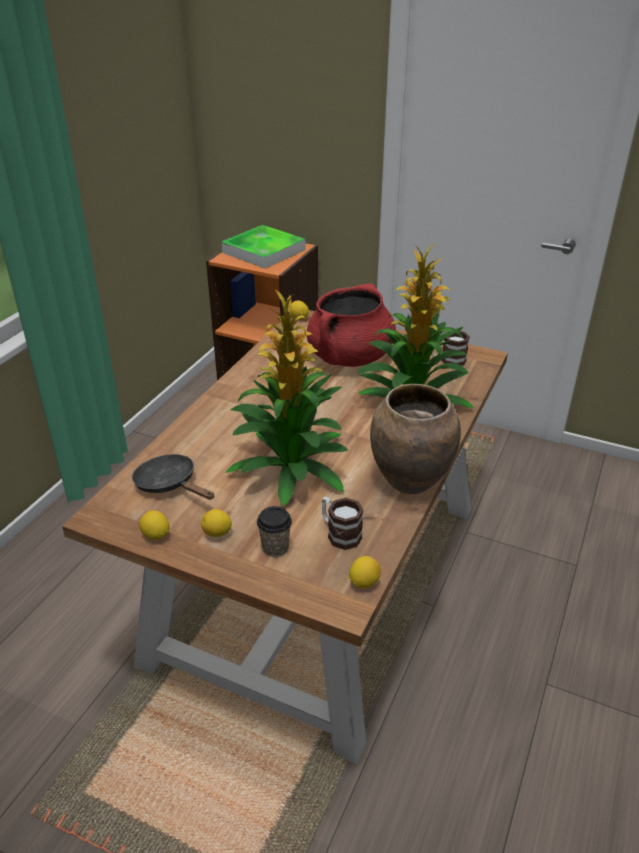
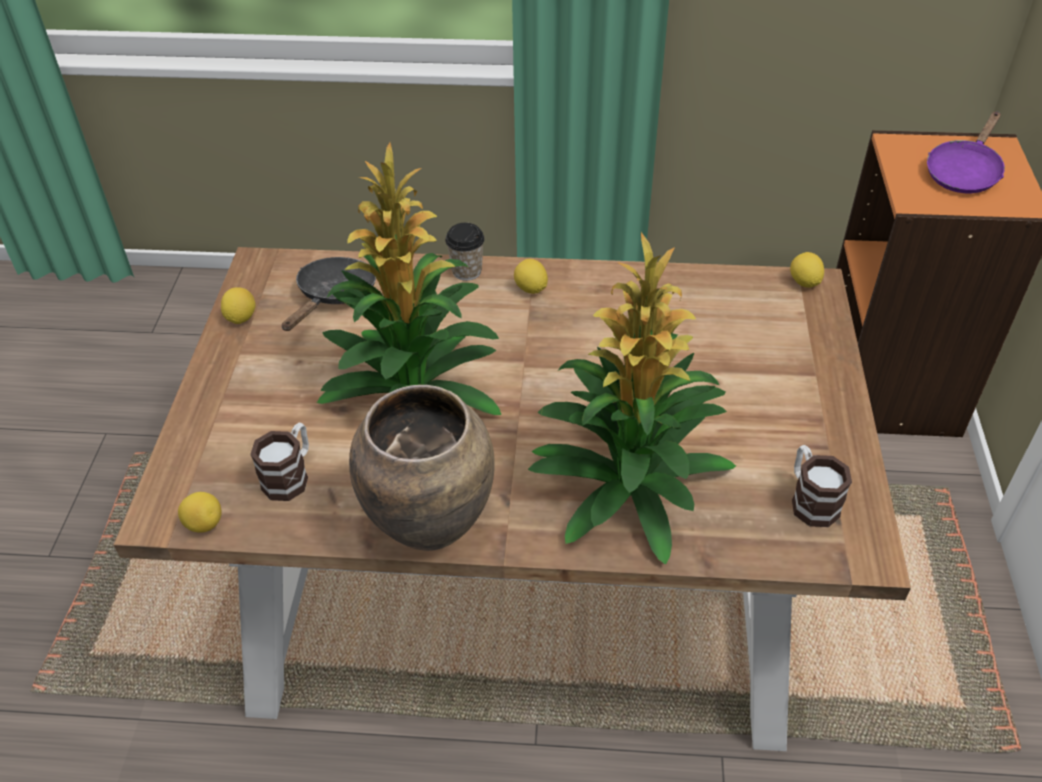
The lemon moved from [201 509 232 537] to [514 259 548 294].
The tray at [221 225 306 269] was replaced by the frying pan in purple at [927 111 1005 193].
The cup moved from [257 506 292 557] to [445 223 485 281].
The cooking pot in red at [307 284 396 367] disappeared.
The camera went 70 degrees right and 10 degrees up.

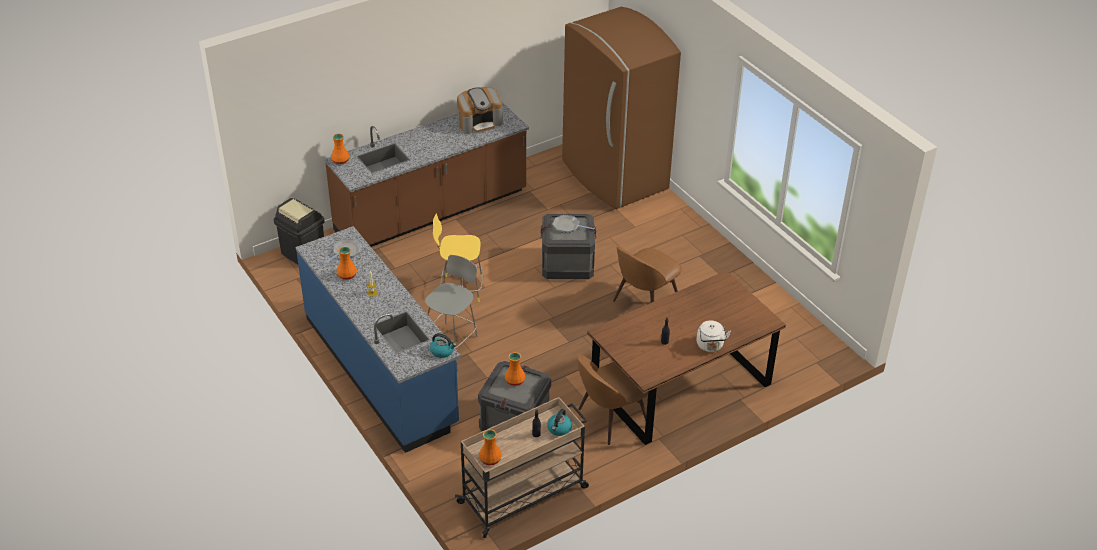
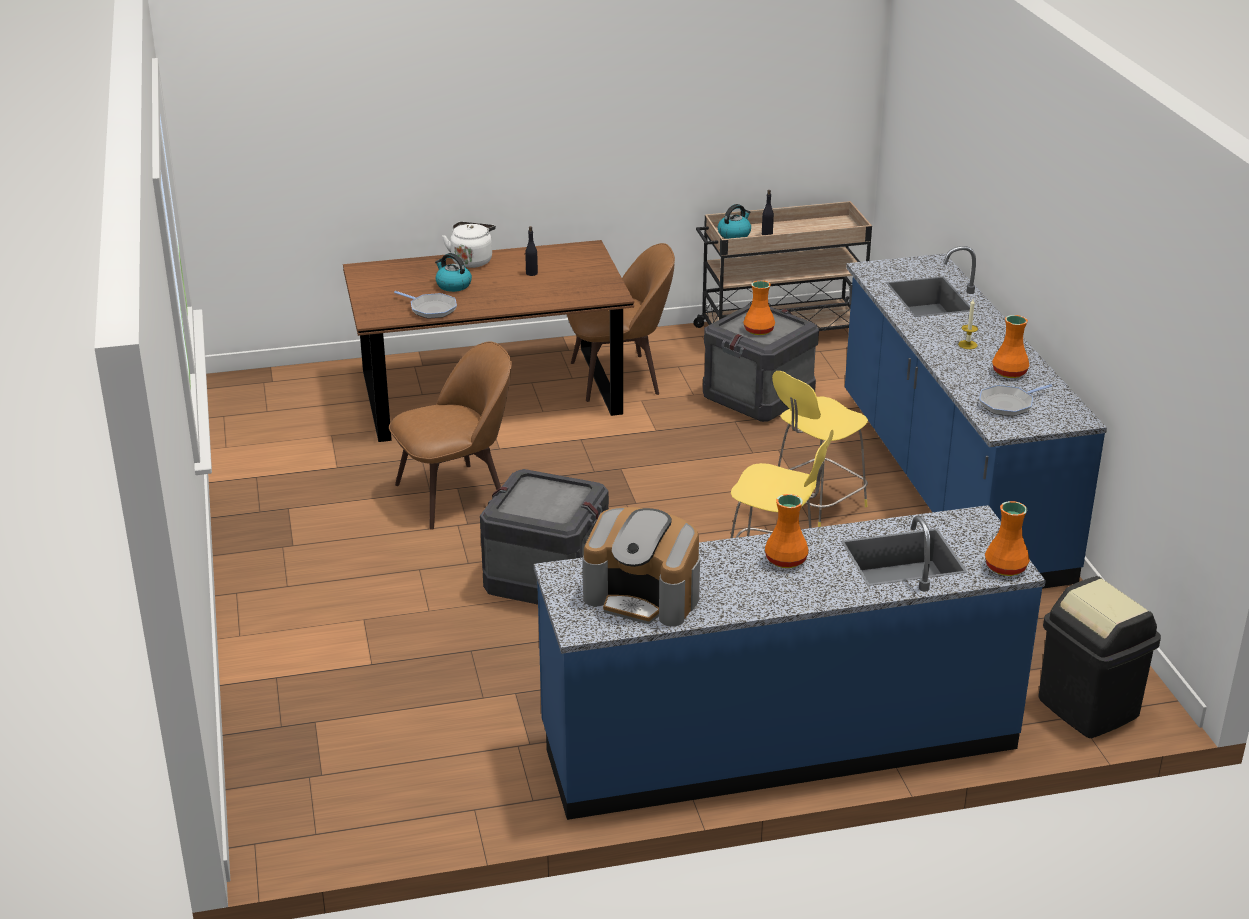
The counter in brown at [324 101 529 247] became the counter in blue at [534 505 1046 820].
The stool in grey at [425 255 478 349] became the stool in yellow at [772 371 868 527].
The kettle moved from [430 333 457 358] to [435 253 472 292].
The coffee machine at [457 87 503 134] turned 150 degrees counterclockwise.
The vase in orange moved from [479 429 502 465] to [765 494 808 568].
The frying pan moved from [553 215 594 233] to [394 291 457 319].
The fridge in brown at [562 7 681 209] disappeared.
The camera went 160 degrees left and 10 degrees down.

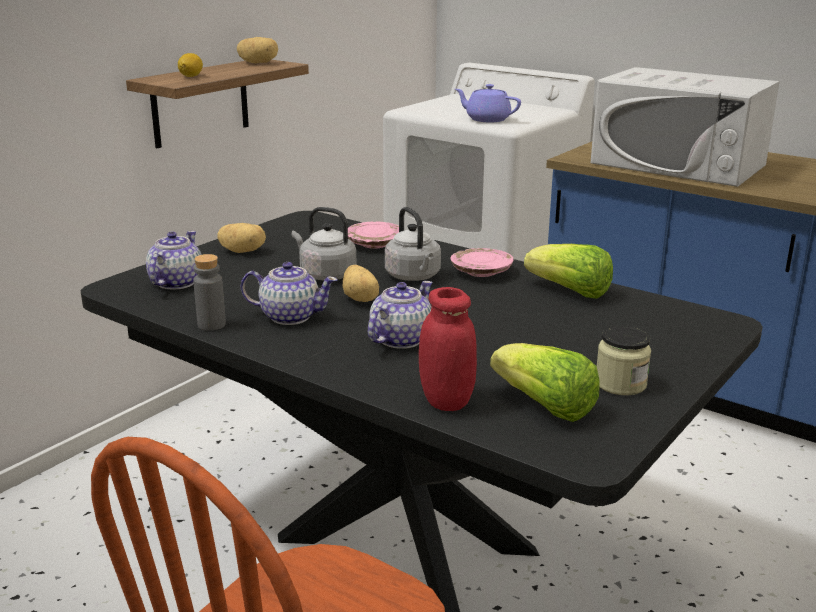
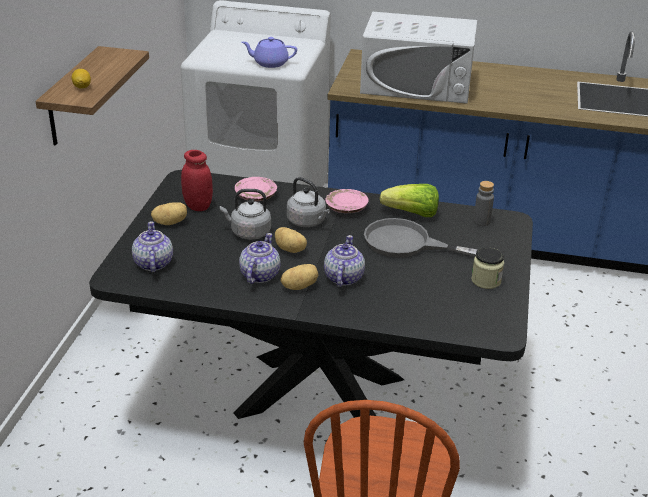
The bottle in grey moved from [193 254 226 331] to [473 181 494 226].
The potato moved from [237 37 278 63] to [281 264 318 290].
The teapot at [241 262 338 325] turned 60 degrees counterclockwise.
The jar in red moved from [419 287 477 411] to [181 150 213 211].
The lettuce at [490 343 600 422] disappeared.
The frying pan in grey at [364 218 478 258] appeared.
The camera went 25 degrees left and 10 degrees up.

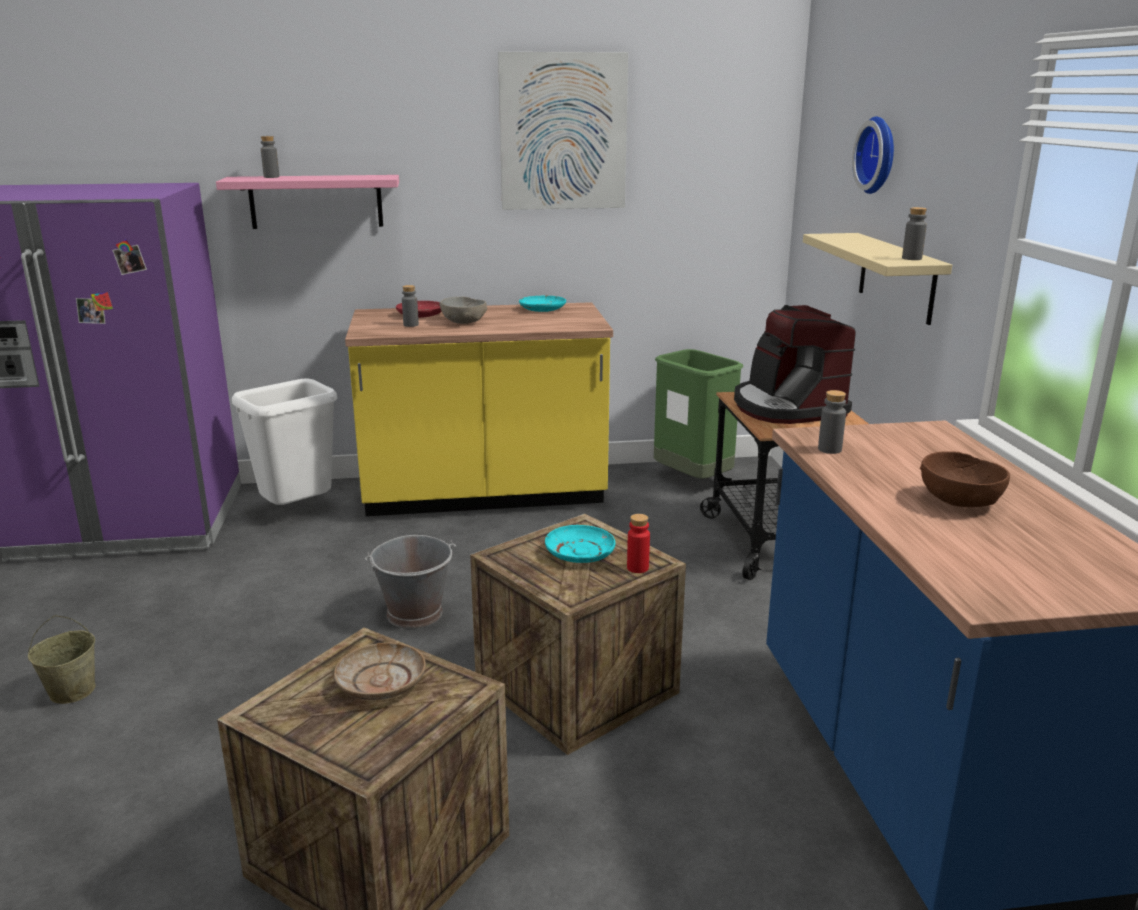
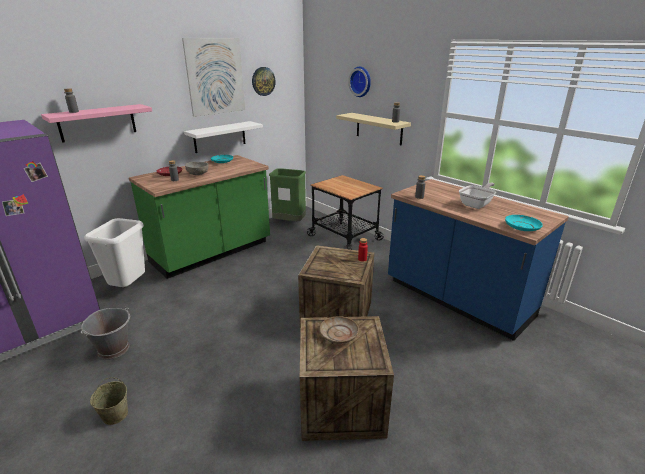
The counter in yellow at [345 302 613 516] became the counter in green at [129 155 270 279].
The bucket in grey moved from [365 535 456 629] to [80 308 130 360].
The plate in turquoise moved from [545 525 616 563] to [505 215 543 231].
The coffee machine at [734 305 856 424] disappeared.
The bowl in brown at [920 451 1010 507] was replaced by the frying pan at [459 183 496 209].
The shelf in white at [184 121 263 153] appeared.
The wall clock at [252 67 276 96] appeared.
The camera went 35 degrees left and 5 degrees up.

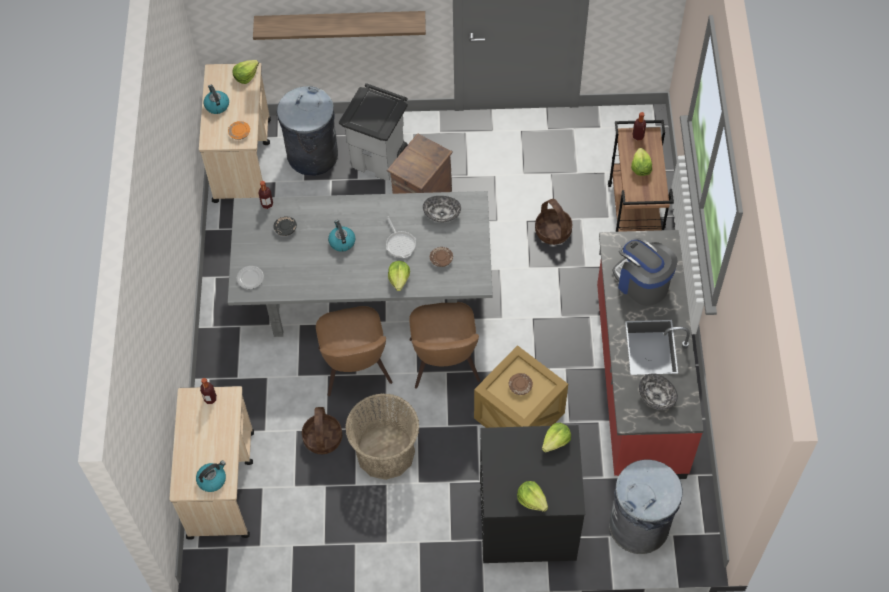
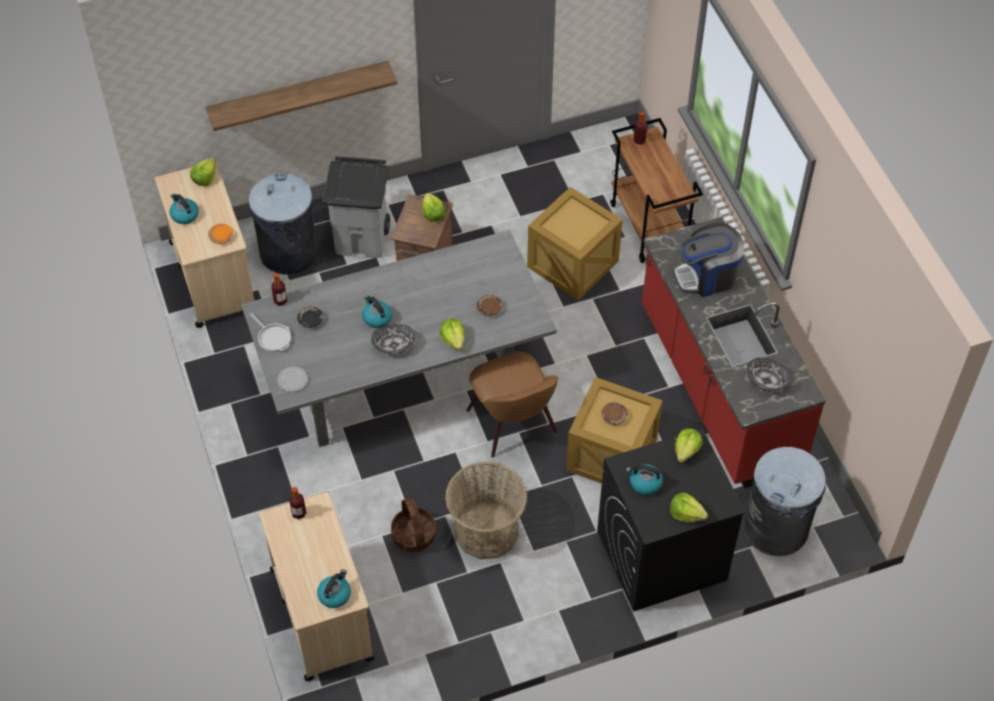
The chair in brown at [316 306 393 396] disappeared.
The frying pan moved from [386 216 416 258] to [249 313 291 352].
The bowl moved from [423 196 461 222] to [371 324 415 354].
The basket at [535 199 573 245] was replaced by the crate at [527 187 622 300].
The coffee machine at [612 238 678 306] turned 45 degrees counterclockwise.
The lettuce moved from [631 148 652 176] to [422 193 446 222].
The kettle at [626 464 663 495] appeared.
The camera went 20 degrees left and 5 degrees down.

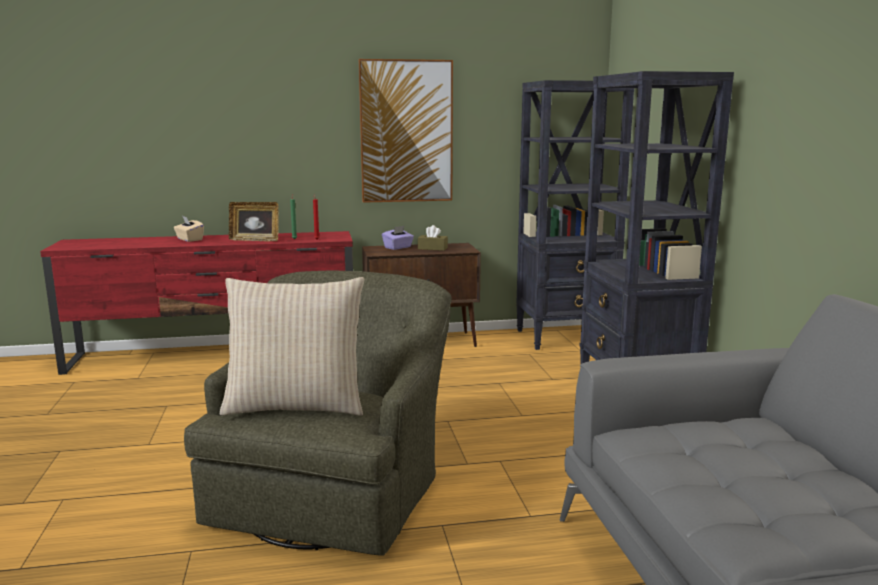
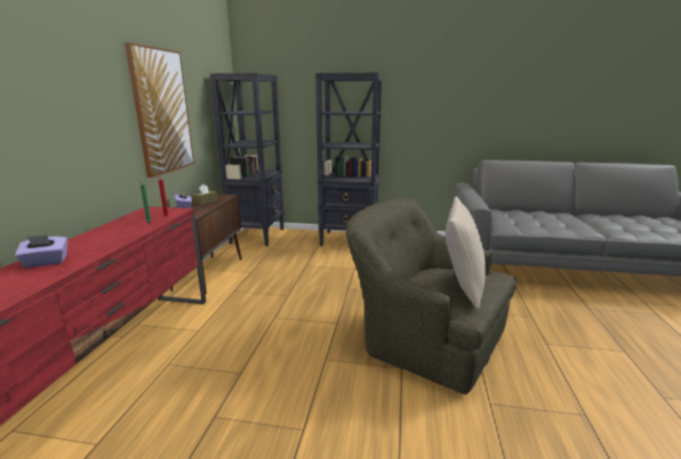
The tissue box in beige at [174 216 204 242] became the tissue box in purple at [15 235 67 268].
The picture frame at [229 202 279 242] disappeared.
The camera went 70 degrees left and 5 degrees up.

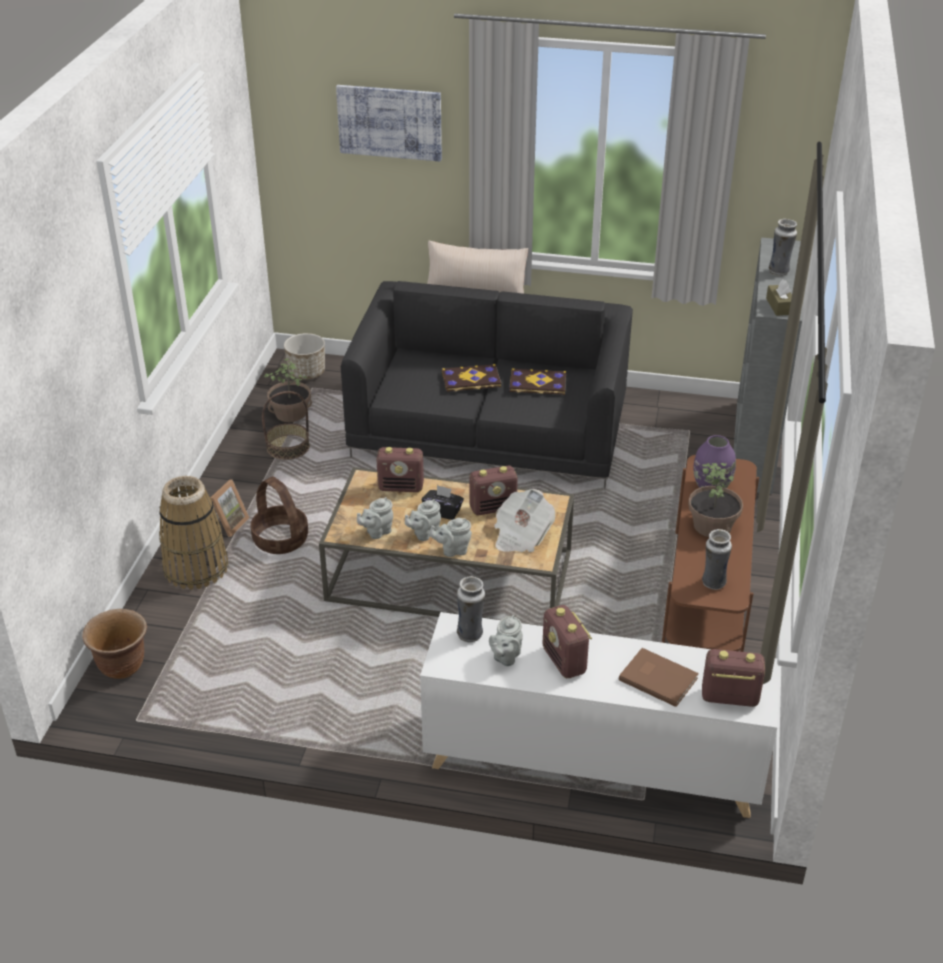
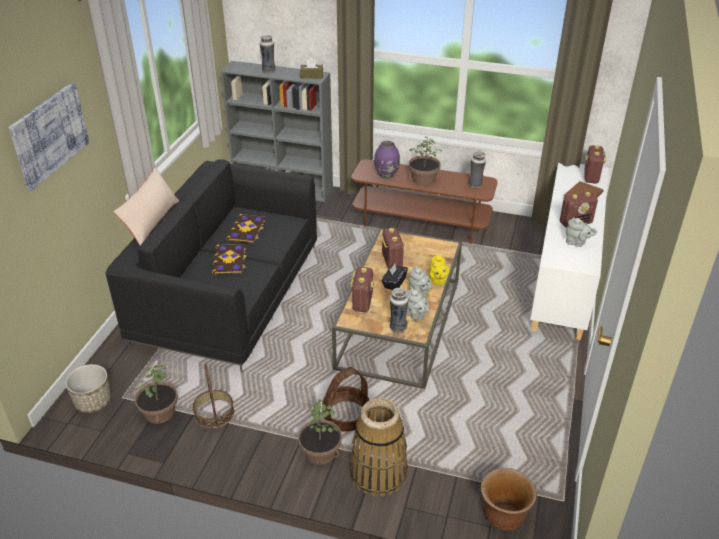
The picture frame at [211 479 249 537] was replaced by the potted plant at [298 399 342 465].
The teapot in grey at [429 518 472 557] became the teapot in yellow at [430 254 449 285].
The vase moved from [457 576 485 642] to [389 288 409 333].
The newspaper at [494 489 556 552] disappeared.
The camera went 85 degrees left and 0 degrees up.

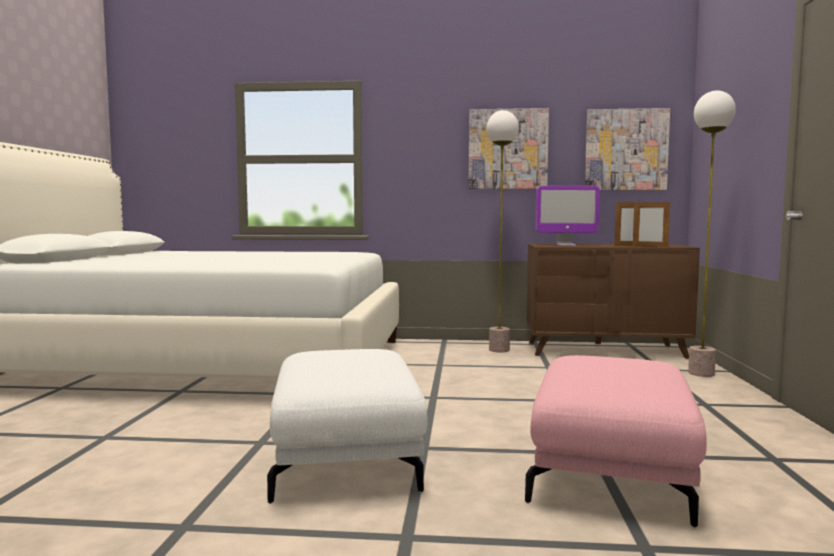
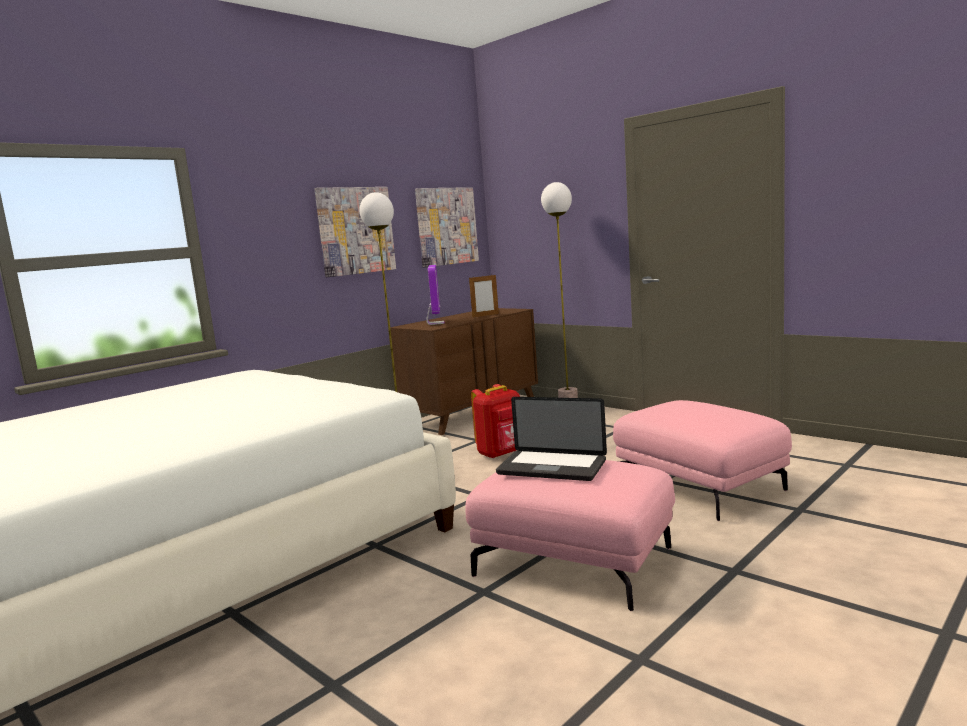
The ottoman in white at [267 349 428 504] became the ottoman in pink at [465 460 675 611].
The monitor at [535 186 600 246] turned 45 degrees counterclockwise.
The picture frame at [633 201 670 247] disappeared.
The backpack in red at [471 384 520 459] appeared.
The laptop at [496 397 607 481] appeared.
The camera went 50 degrees left and 5 degrees up.

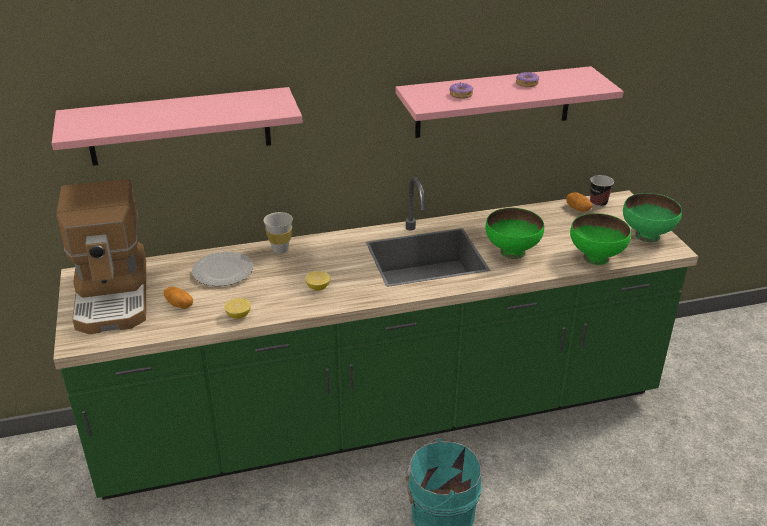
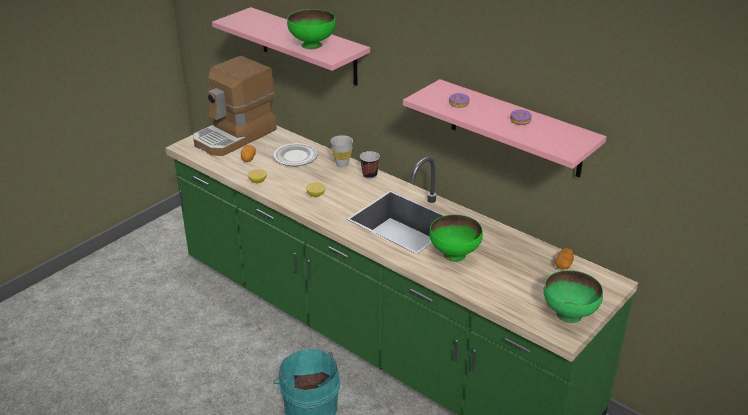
The bowl in green moved from [570 213 631 265] to [287 9 336 49].
The cup moved from [590 175 614 207] to [360 151 380 179].
The camera went 55 degrees right and 0 degrees up.

